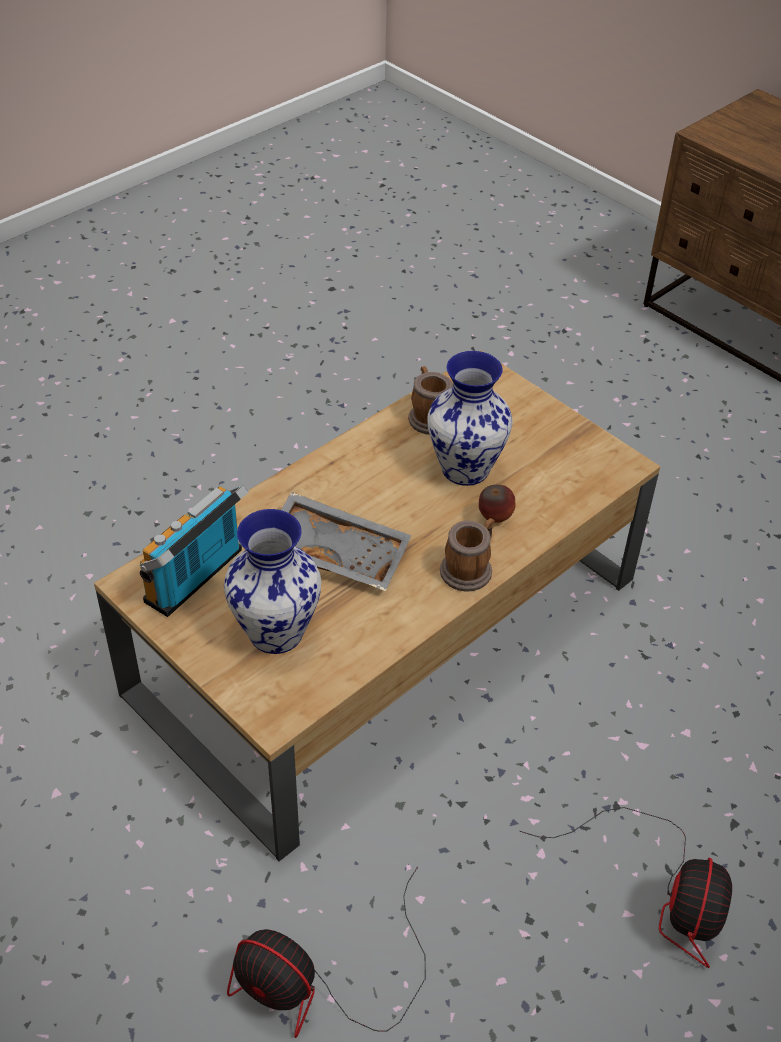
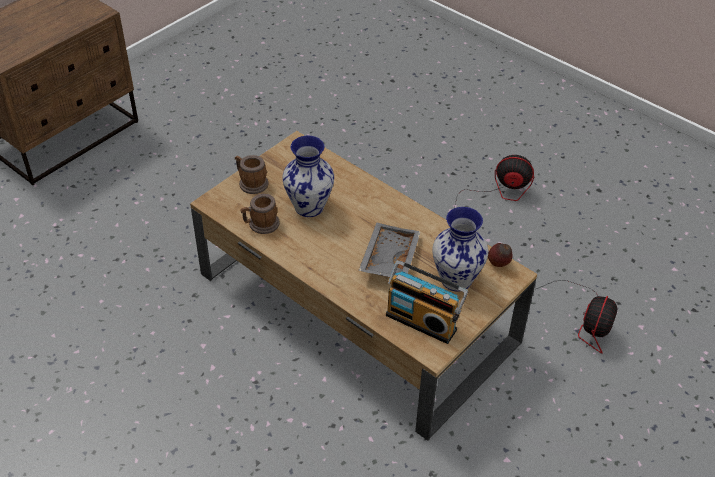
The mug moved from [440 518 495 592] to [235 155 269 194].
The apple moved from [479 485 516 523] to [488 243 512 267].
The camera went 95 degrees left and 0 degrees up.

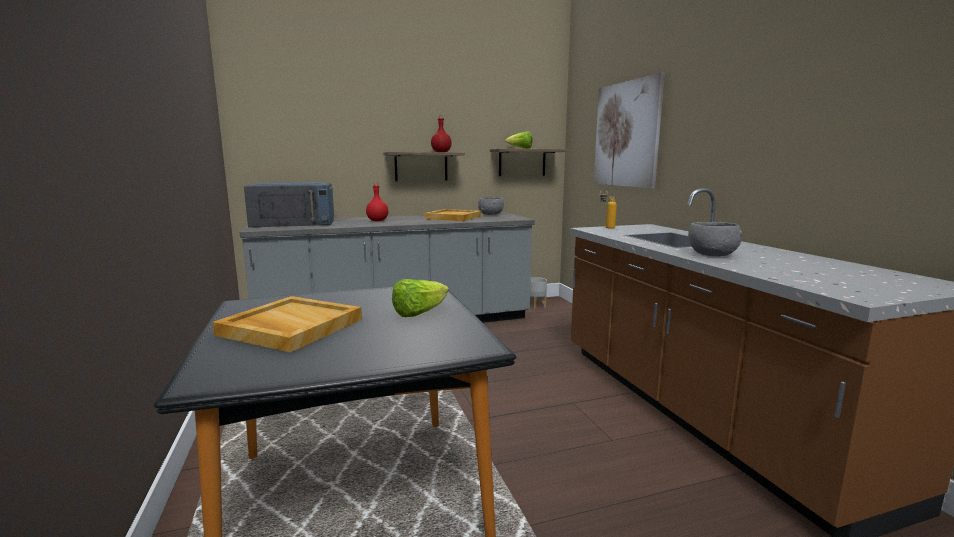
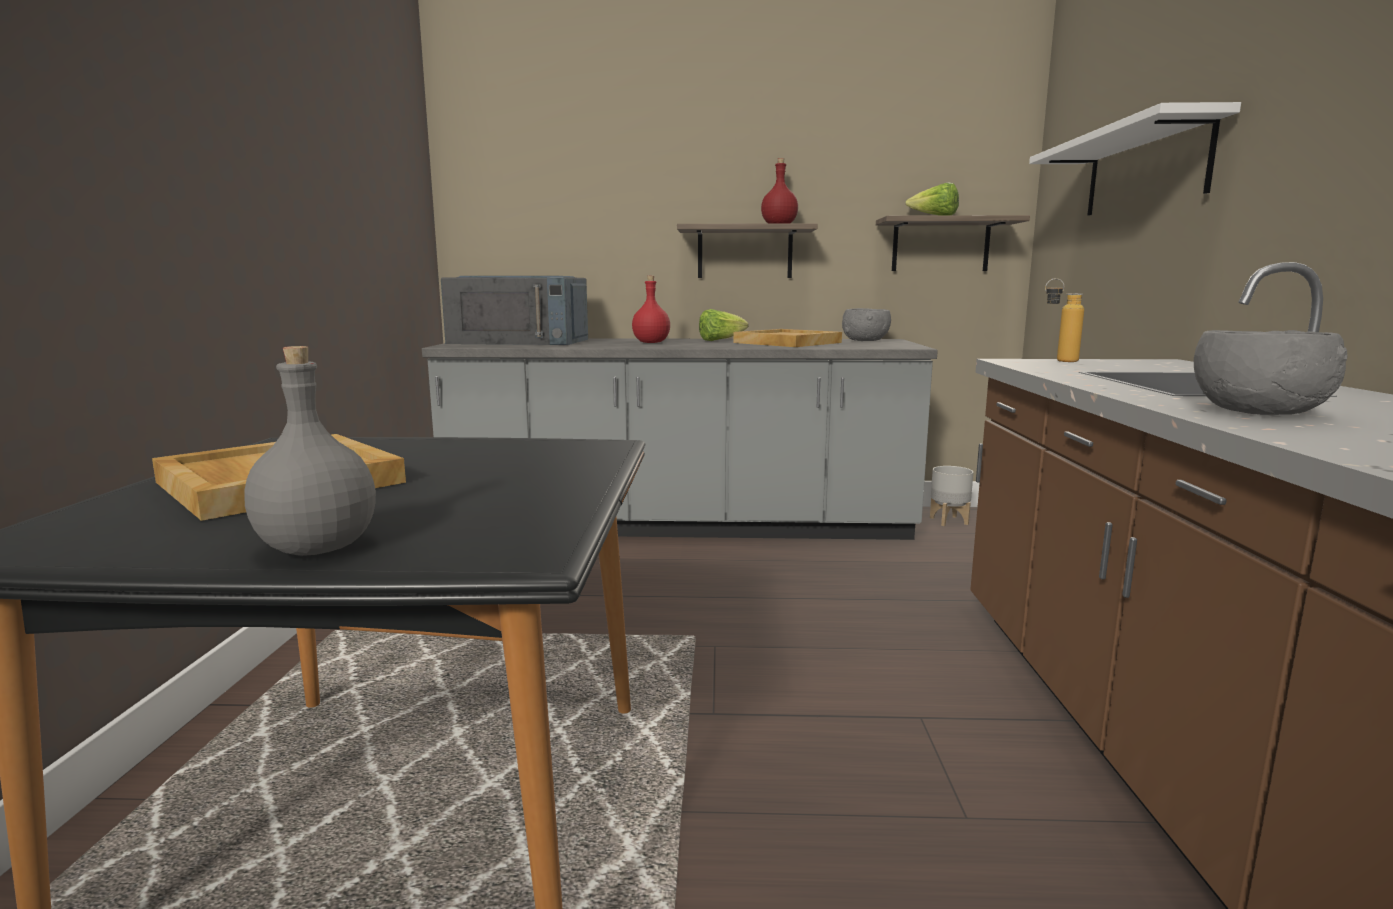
The lettuce moved from [392 279 449 317] to [699 309 749 341].
The picture at [594 73 664 189] was replaced by the shelf in white at [1029 102 1241 216].
The bottle in grey at [245 346 376 556] appeared.
The camera went 20 degrees right and 0 degrees up.

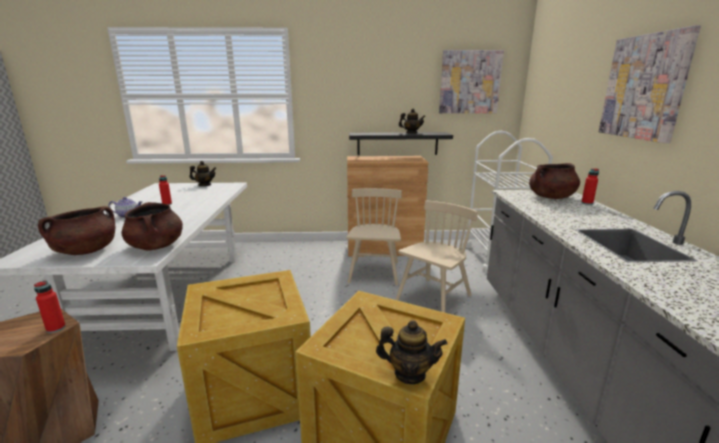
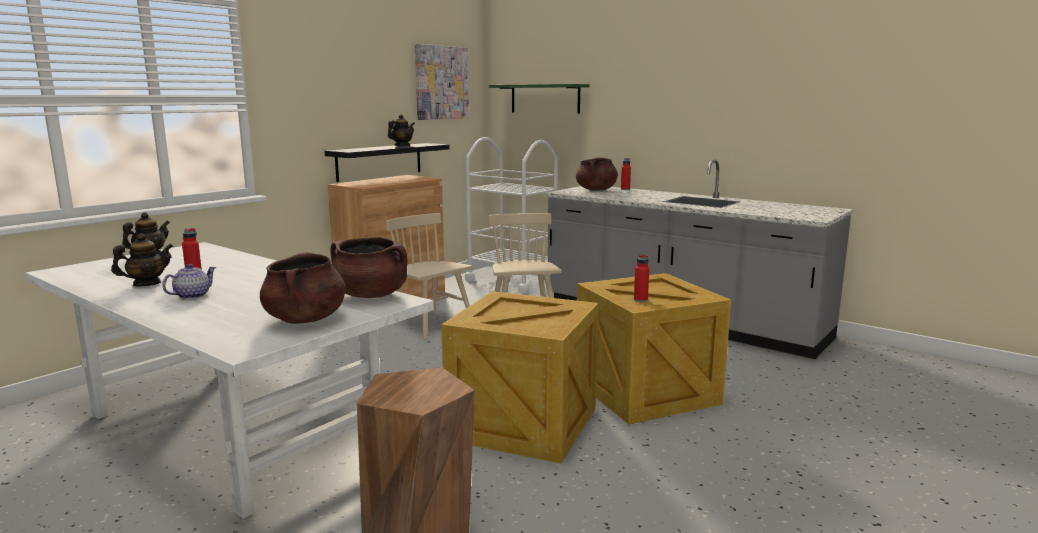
The bottle in red moved from [34 280 66 333] to [634 254 649 302].
The teapot moved from [376 320 448 384] to [111 233 174 286].
The picture at [599 25 701 143] disappeared.
The shelf in green at [489 84 589 114] appeared.
The camera went 50 degrees left and 5 degrees down.

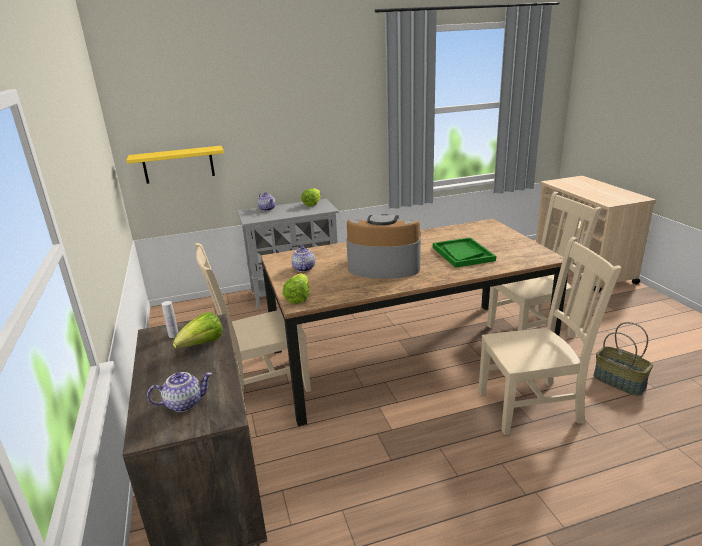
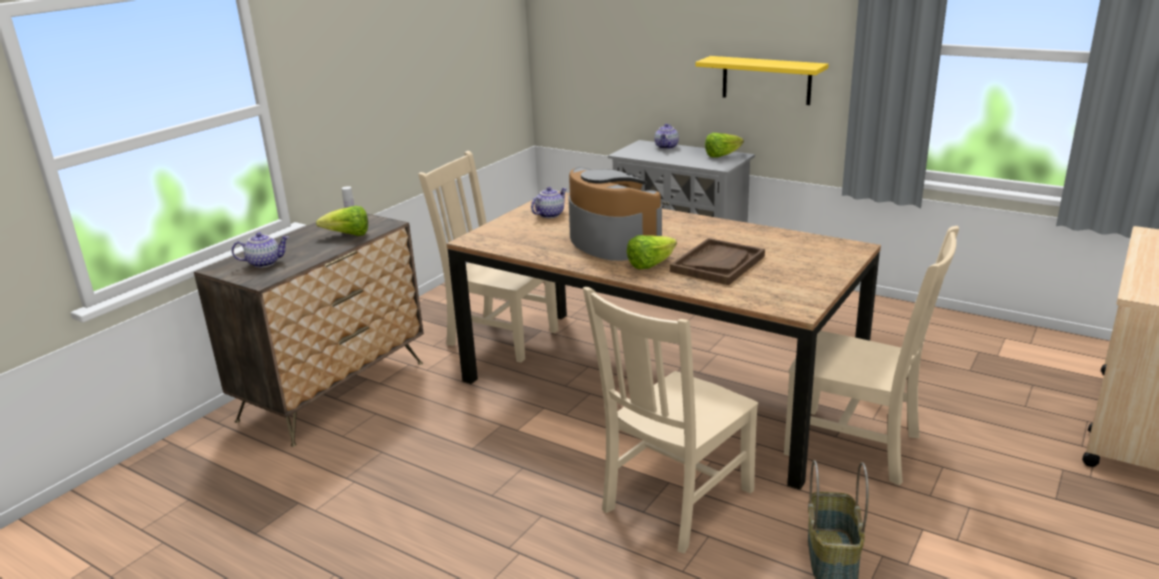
The shelf in yellow moved from [126 146 224 184] to [695 56 829 105].
The teapot at [147 372 212 412] turned 45 degrees counterclockwise.
The lettuce moved from [282 273 310 304] to [627 235 677 269].
The tray in green at [433 237 496 268] became the tray in brown at [670 238 765 285].
The chair in beige at [478 237 621 435] turned 90 degrees clockwise.
The camera went 50 degrees right and 0 degrees up.

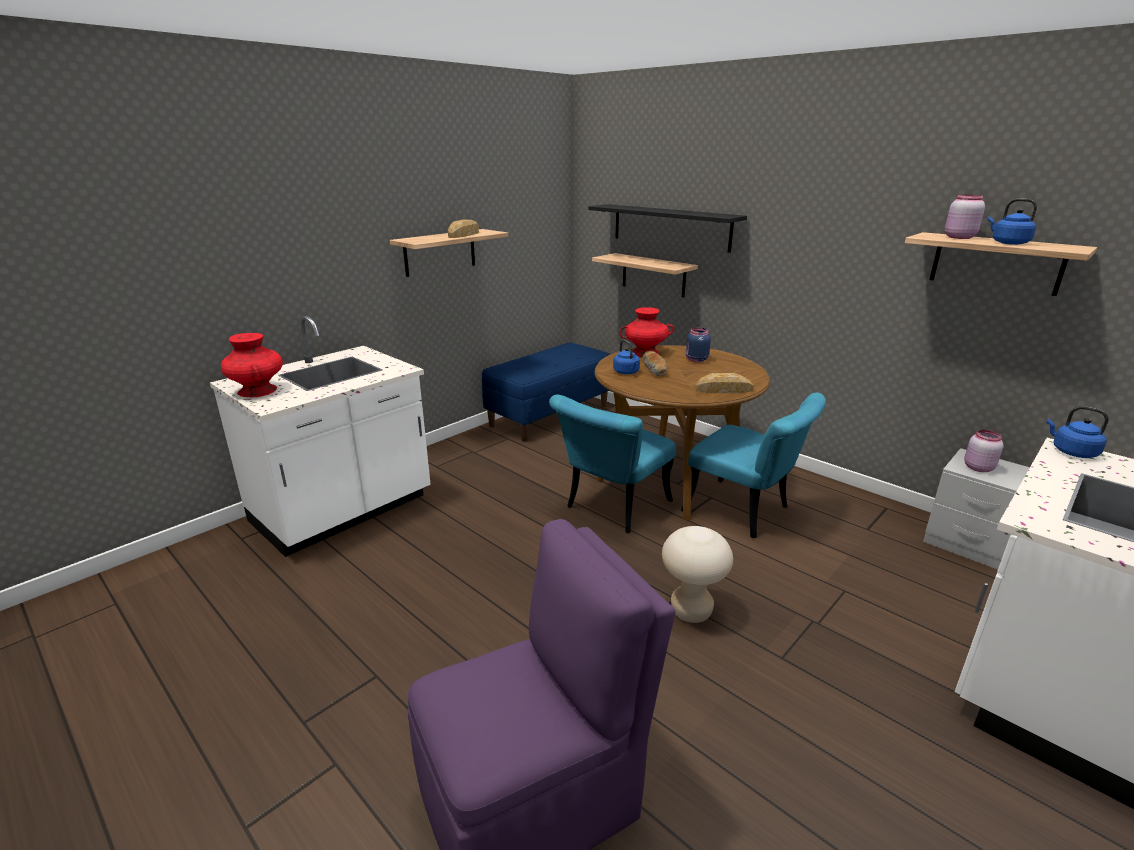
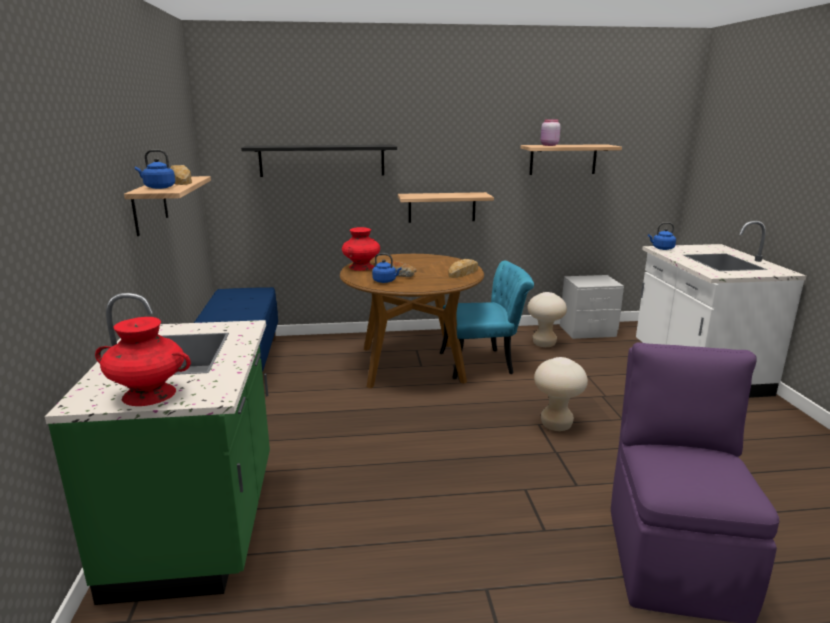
The counter in white at [210 316 431 557] became the counter in green at [45 293 270 605].
The chair in turquoise at [549 395 676 533] disappeared.
The shelf moved from [592 253 698 297] to [398 192 494 223].
The jar in blue at [686 328 711 362] disappeared.
The jar in pink at [964 430 1003 472] disappeared.
The kettle in blue moved from [988 199 1037 245] to [135 150 175 189].
The stool in beige at [527 292 567 347] appeared.
The camera went 50 degrees left and 5 degrees down.

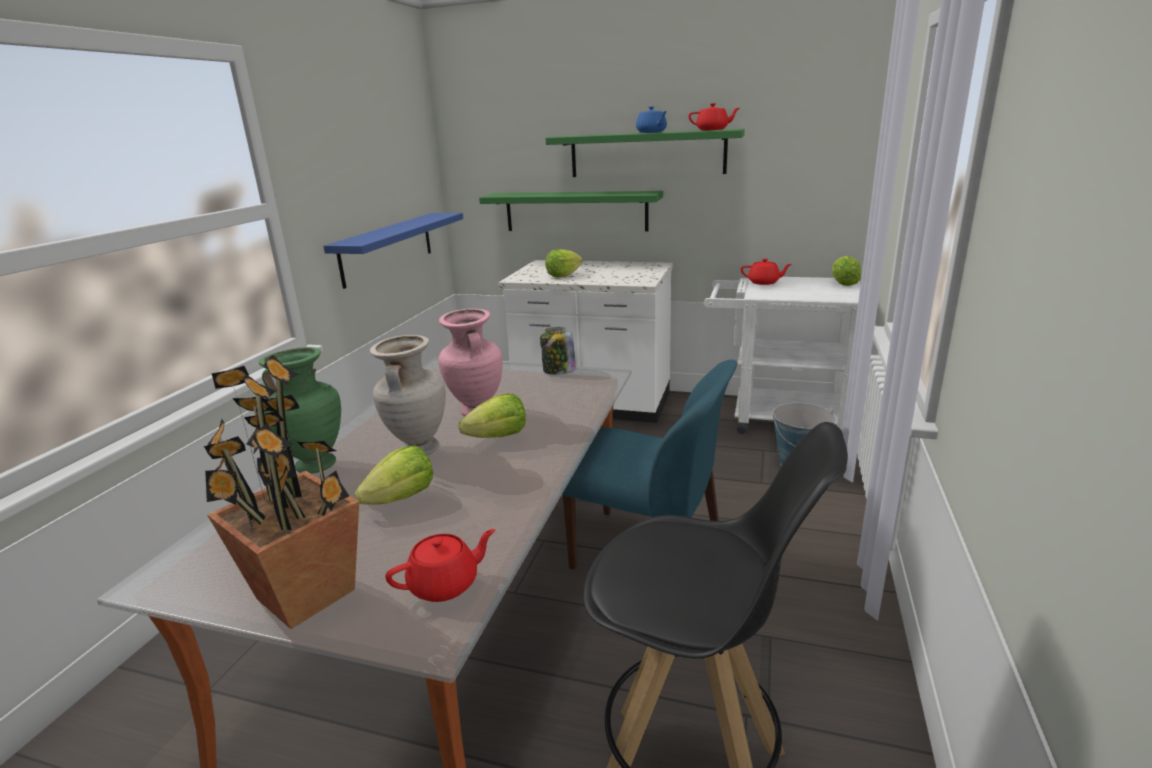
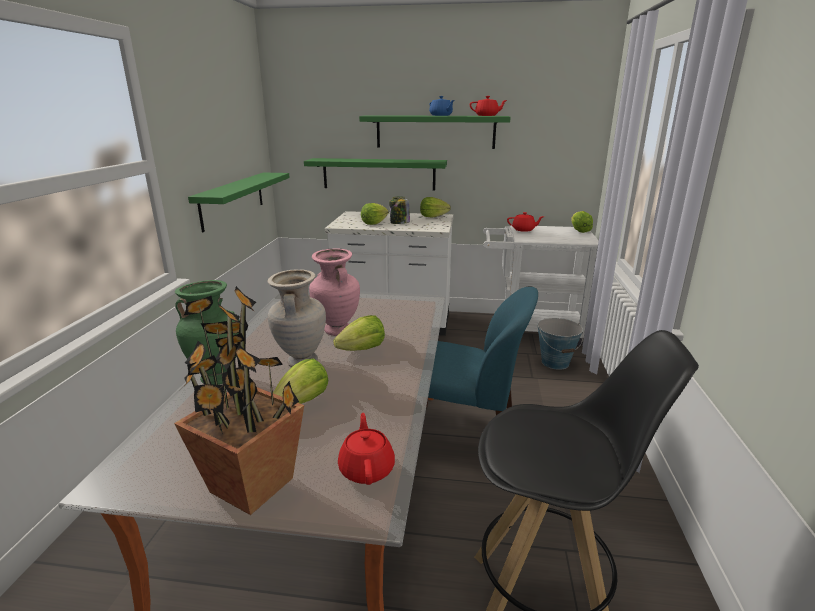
The shelf in blue at [323 213 463 289] became the shelf in green at [188 173 290 232].
The teapot in red at [386 529 495 602] turned 60 degrees counterclockwise.
The jar moved from [540 327 576 375] to [389 196 410 224].
The lettuce at [420 197 451 218] appeared.
The camera went 10 degrees left and 0 degrees up.

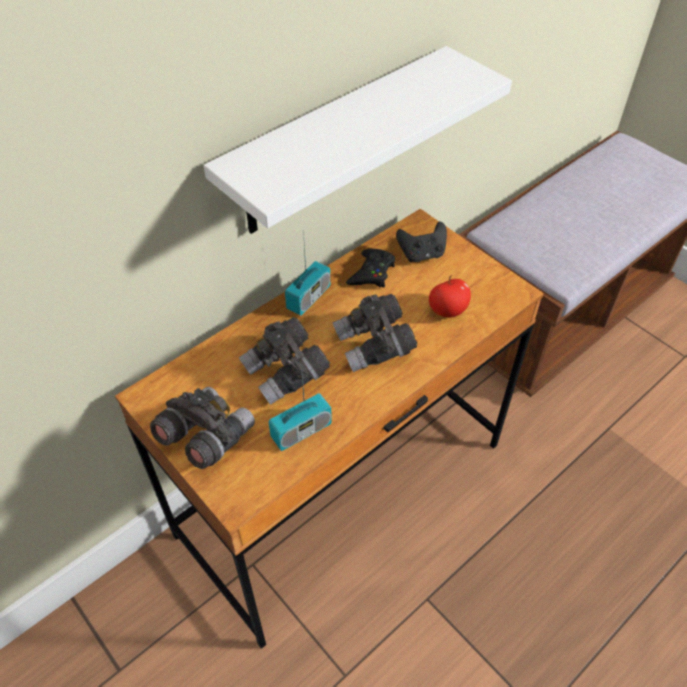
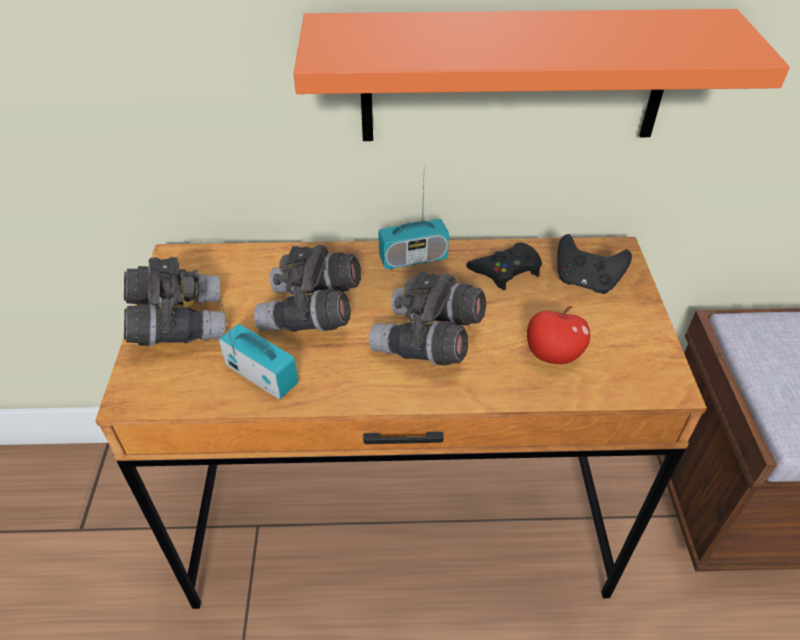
The shelf in white at [203 46 512 234] became the shelf in orange at [294 9 790 141].
The radio at [269 364 332 451] turned 150 degrees counterclockwise.
The camera went 40 degrees right and 5 degrees down.

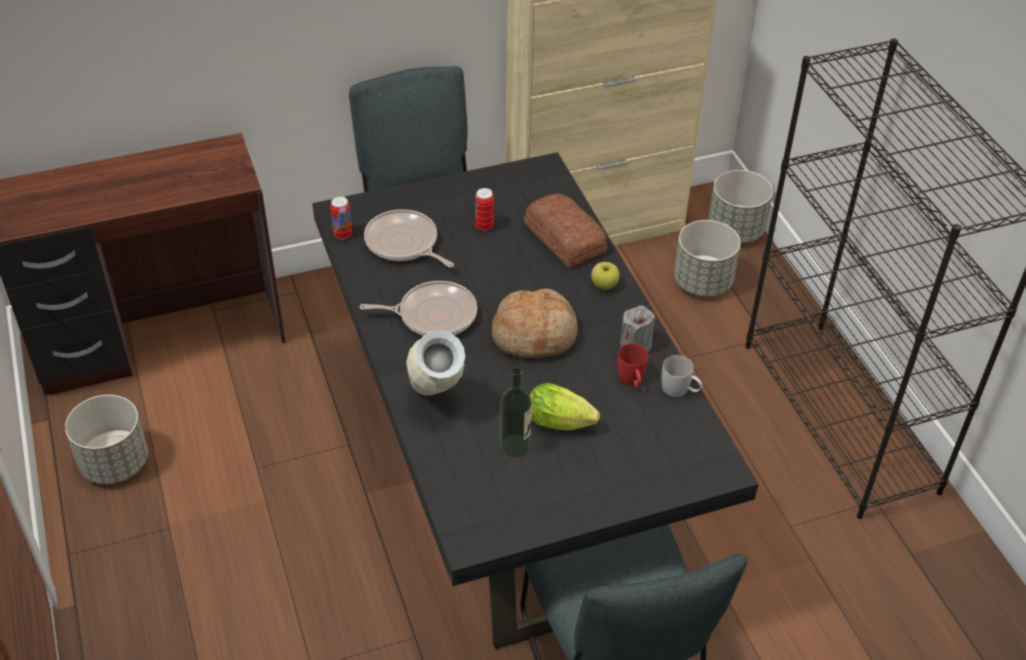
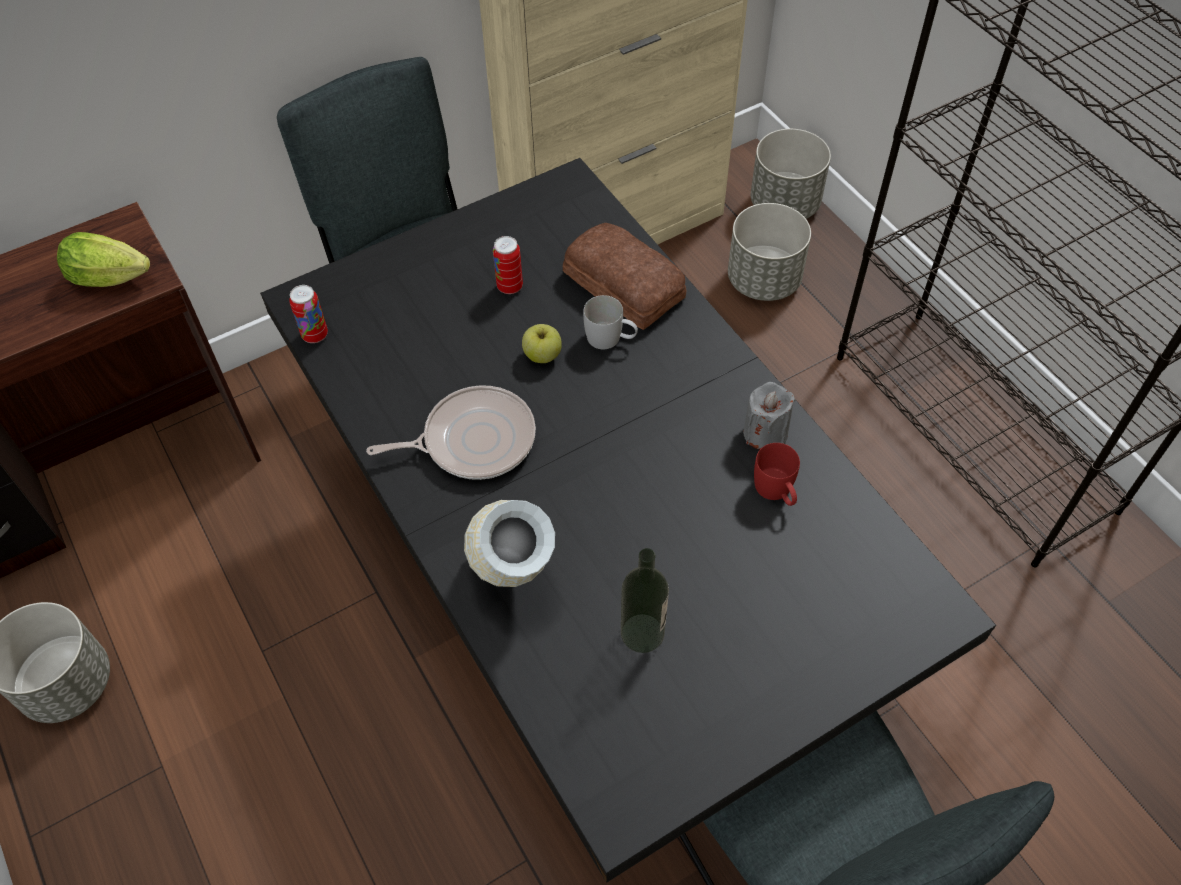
The frying pan at [364 209 454 268] disappeared.
The bread at [492 289 578 358] disappeared.
The lettuce moved from [530 383 600 430] to [57 232 150 287].
The apple moved from [591 262 619 290] to [522 324 562 363].
The mug in white moved from [662 355 702 397] to [583 295 638 349].
The camera went 10 degrees left and 10 degrees up.

